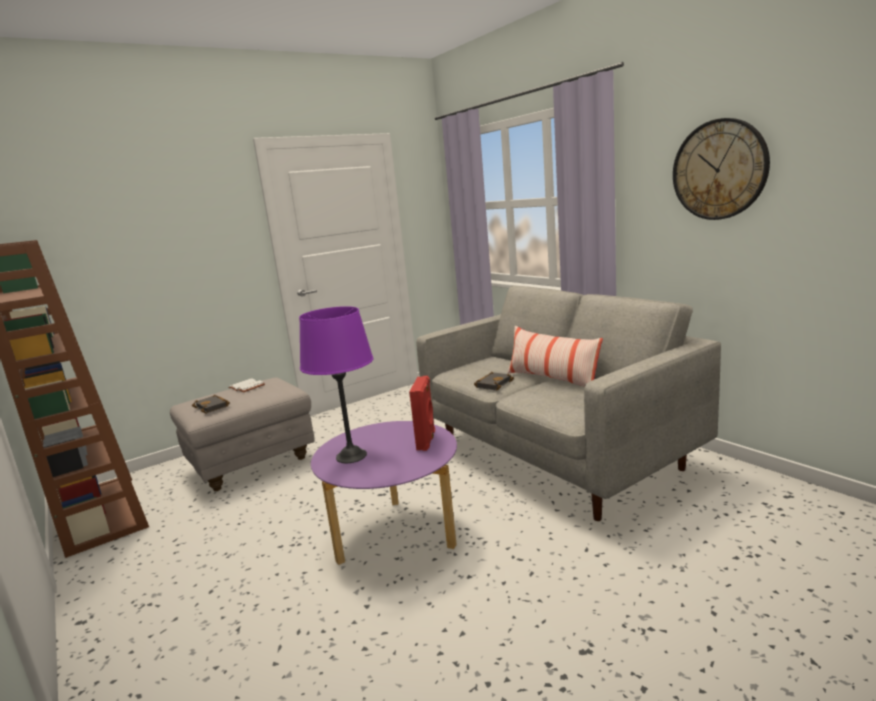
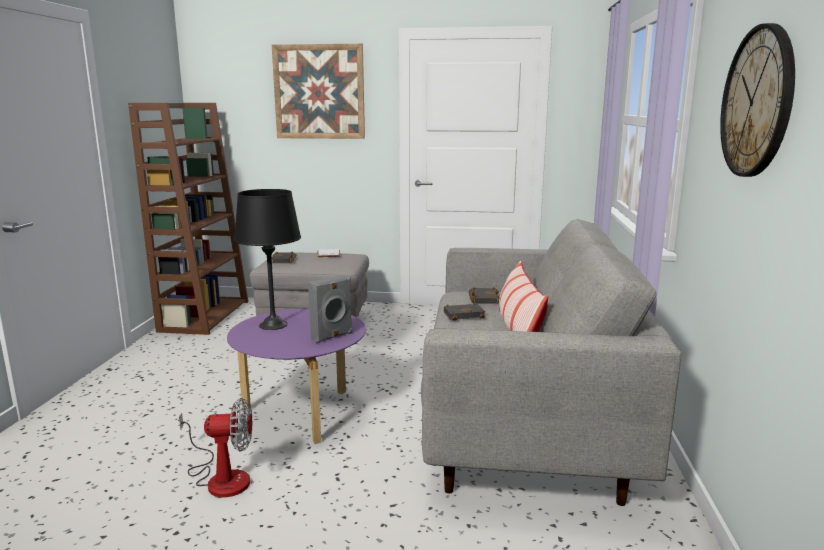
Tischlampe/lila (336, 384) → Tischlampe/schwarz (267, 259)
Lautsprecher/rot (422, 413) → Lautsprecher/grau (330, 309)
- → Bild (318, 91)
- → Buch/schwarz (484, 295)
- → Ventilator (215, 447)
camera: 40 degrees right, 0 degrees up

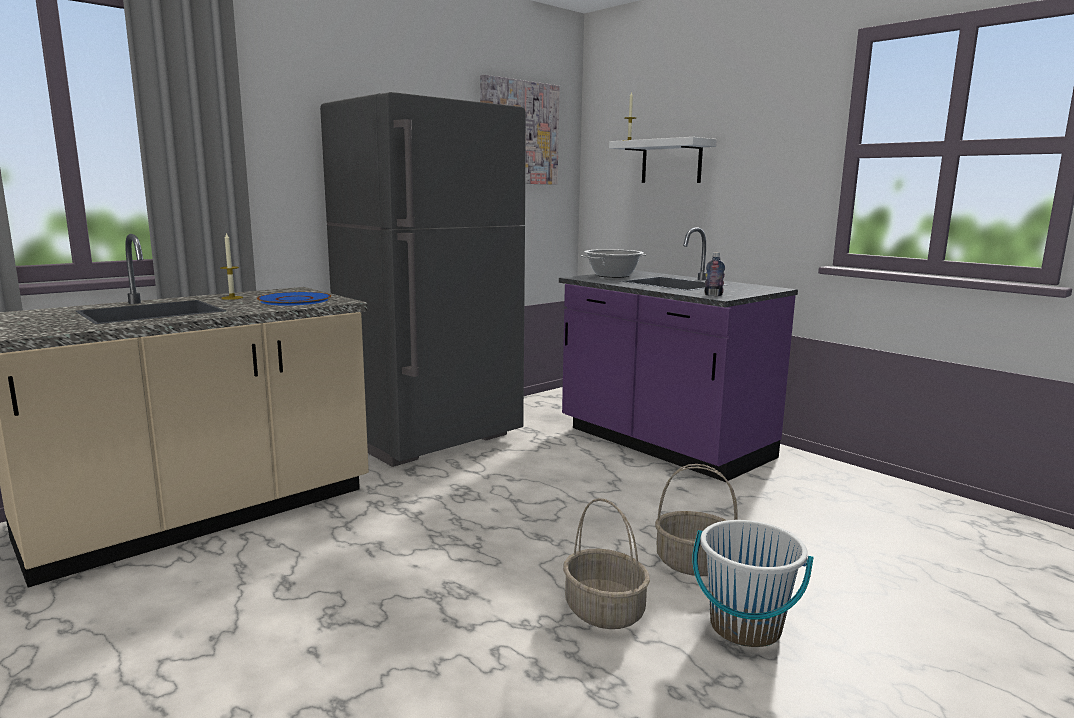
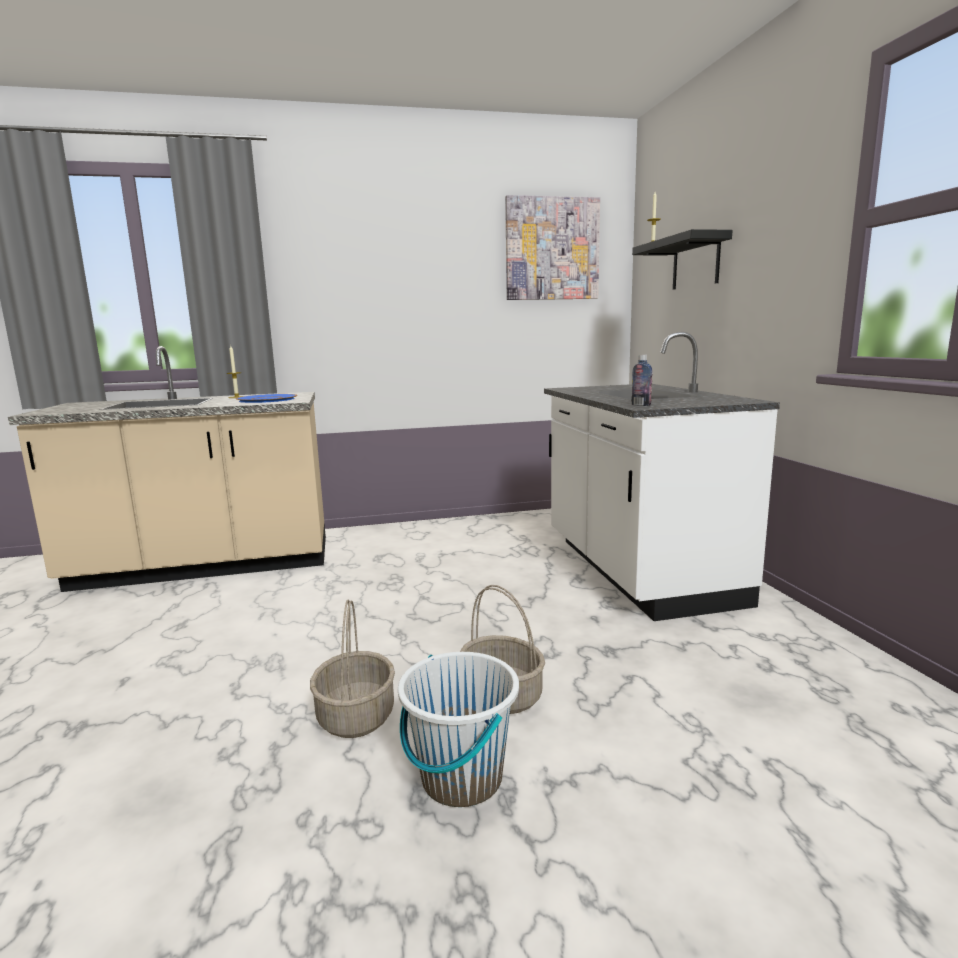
Kühlschrank/grau (423, 279) → -
Wandregal/weiß (663, 160) → Wandregal/schwarz (682, 259)
Küchenzeile/lila (678, 354) → Küchenzeile/weiß (662, 476)
Kochtopf (613, 263) → -
camera: 30 degrees right, 0 degrees up

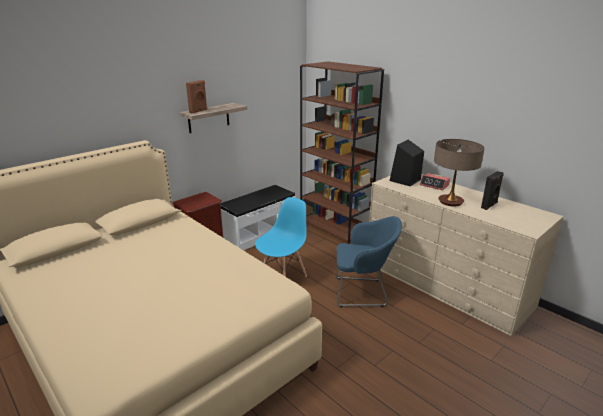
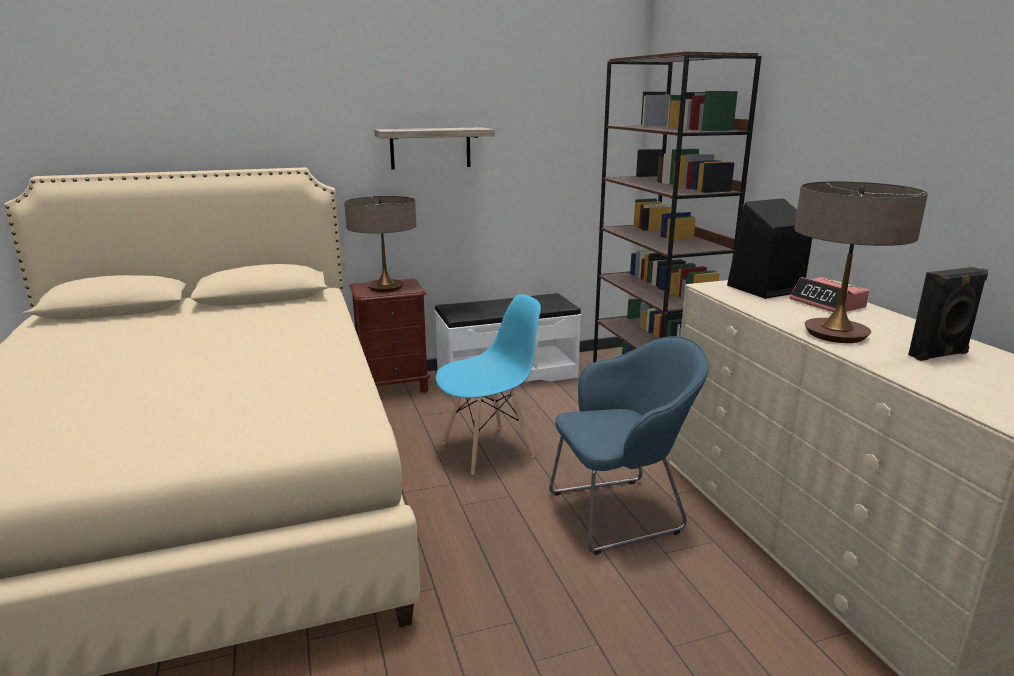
Lautsprecher/braun (196, 97) → -
Sessel/blau (369, 261) → Sessel/blau (629, 445), 45 degrees counterclockwise
- → Tischlampe (380, 244)
camera: 25 degrees right, 5 degrees down

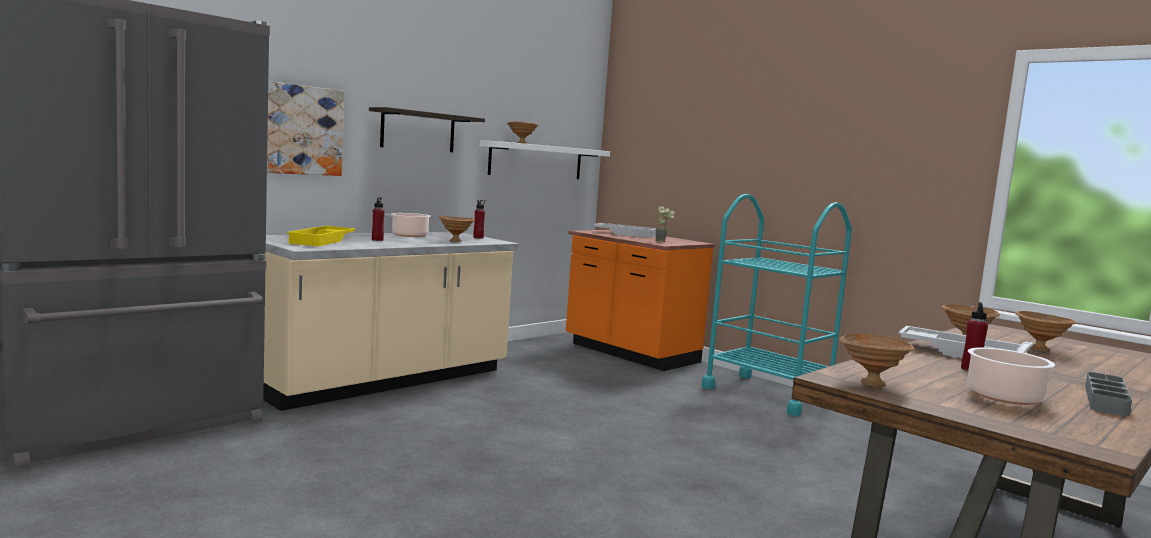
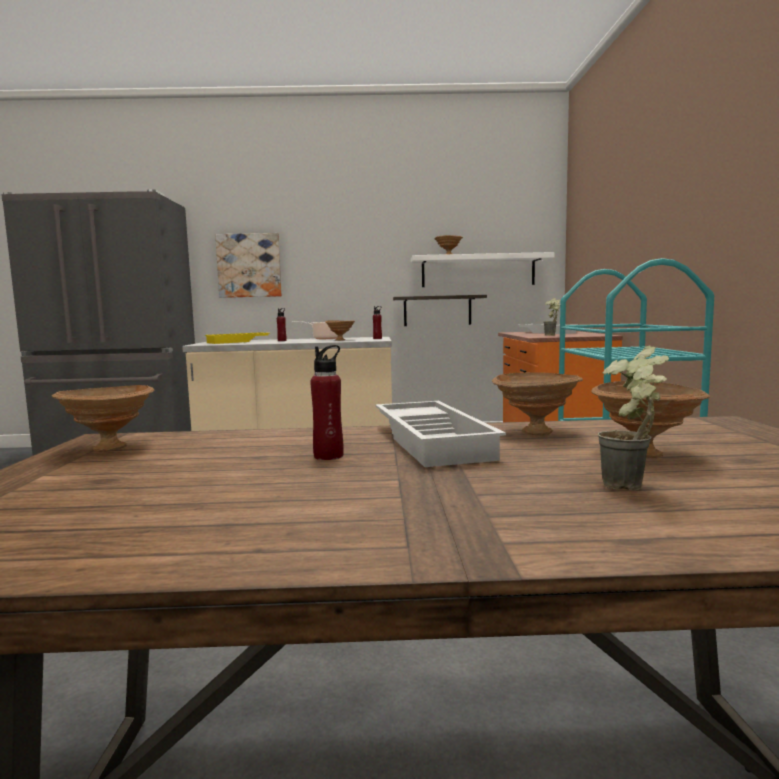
Wandregal (427, 129) → Wandregal (440, 310), moved
Kochtopf (1011, 373) → -
Tablett/grau (1108, 394) → -
- → Topfpflanze (633, 418)
camera: 45 degrees right, 0 degrees up

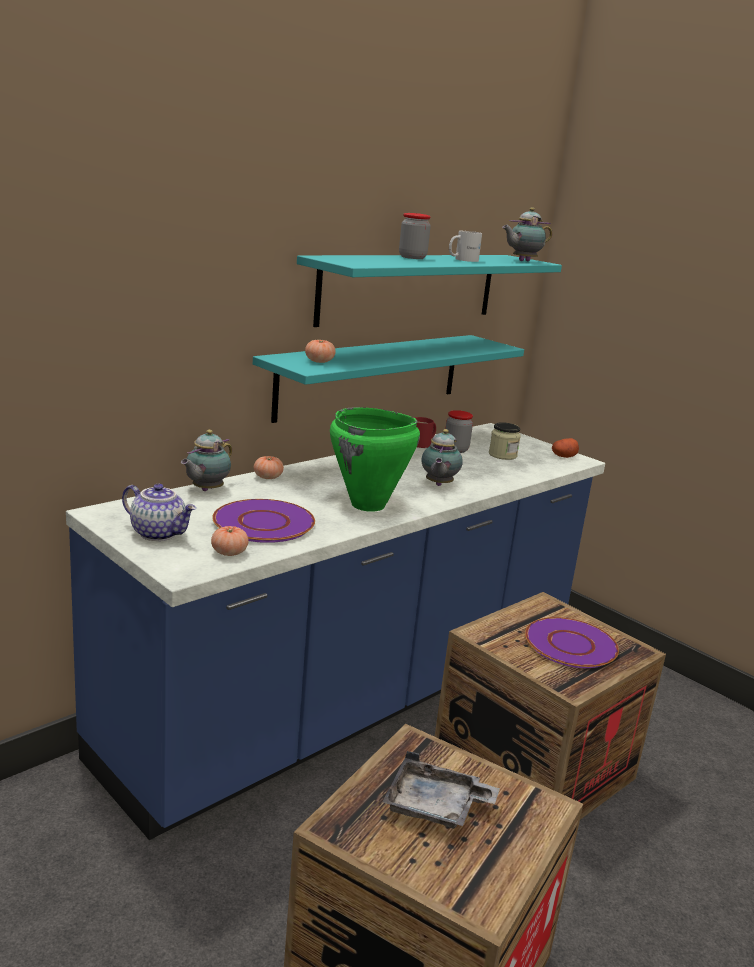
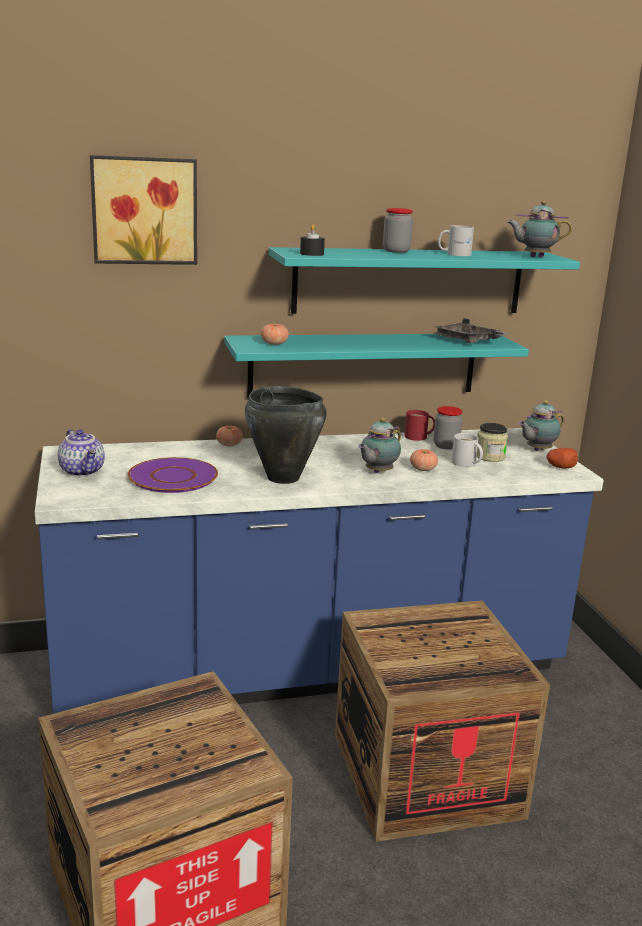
Kochtopf/grün (375, 459) → Kochtopf/schwarz (286, 435)
Teekanne (206, 460) → Teekanne (541, 425), moved
Tomate (230, 541) → Tomate (424, 460), moved
Teller/lila (572, 642) → -
Tablett/grau (441, 790) → Tablett/grau (472, 331), moved
- → Bild (143, 210)
- → Kerze/schwarz (312, 240)
- → Henkelbecher/weiß (467, 450)
camera: 30 degrees right, 0 degrees up

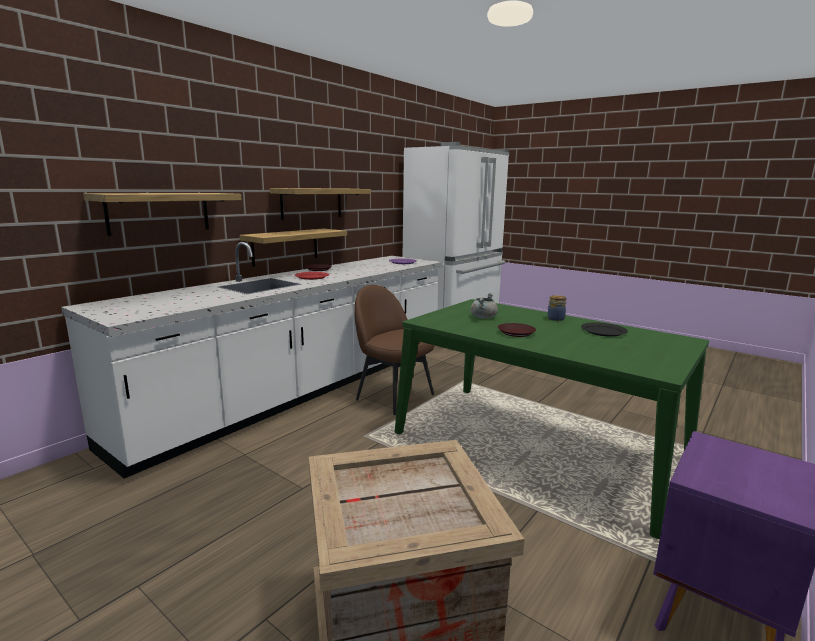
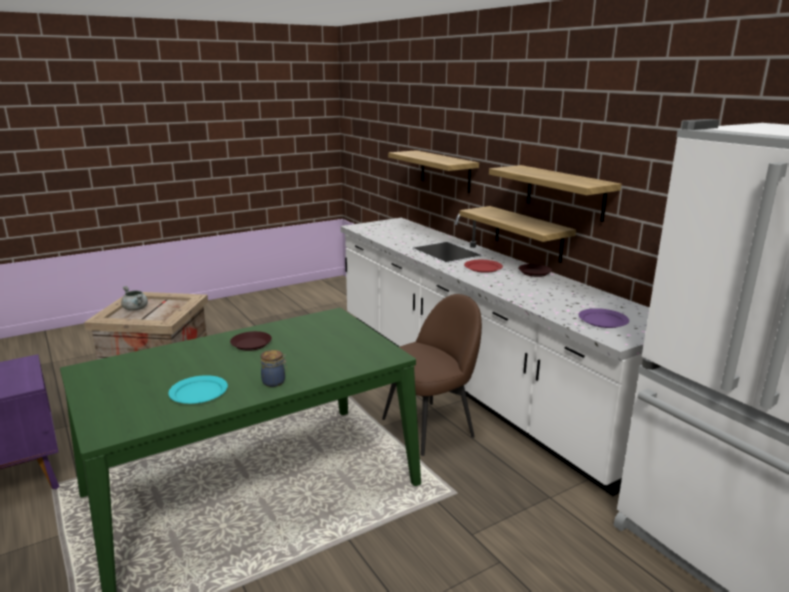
Kochtopf/grau (484, 305) → Kochtopf/grau (134, 298), moved
Teller/schwarz (604, 329) → Teller/türkis (198, 389)
camera: 110 degrees right, 5 degrees up

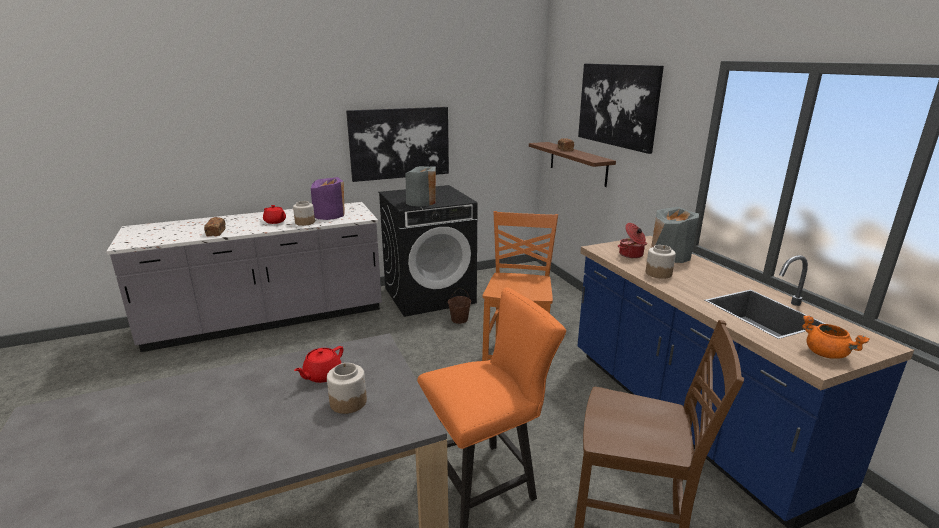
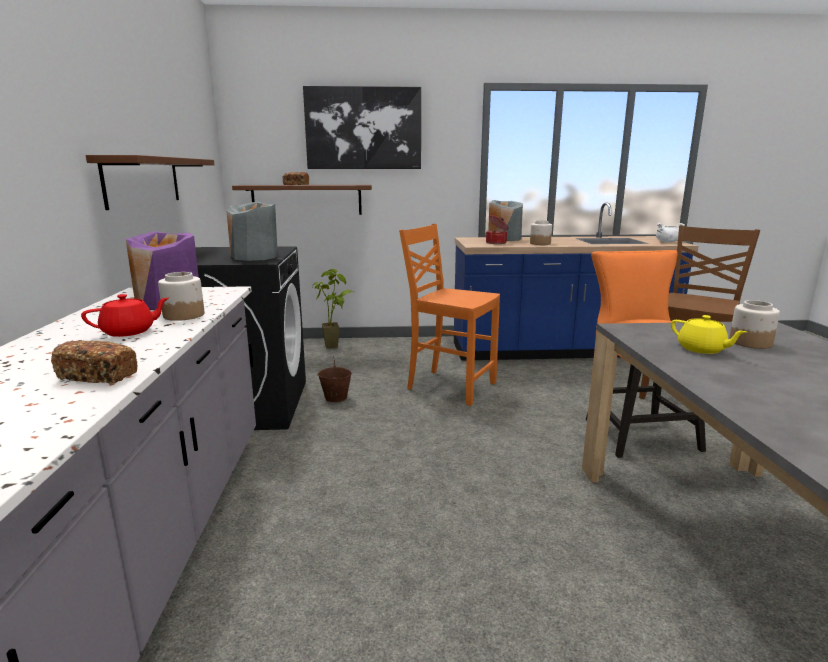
Bild (397, 144) → Wandregal/braun (150, 182)
Kochtopf/orange (836, 337) → Kochtopf/weiß (670, 232)
Teekanne/rot (318, 364) → Teekanne/gelb (709, 334)
- → Topfpflanze (333, 309)
camera: 70 degrees left, 5 degrees down

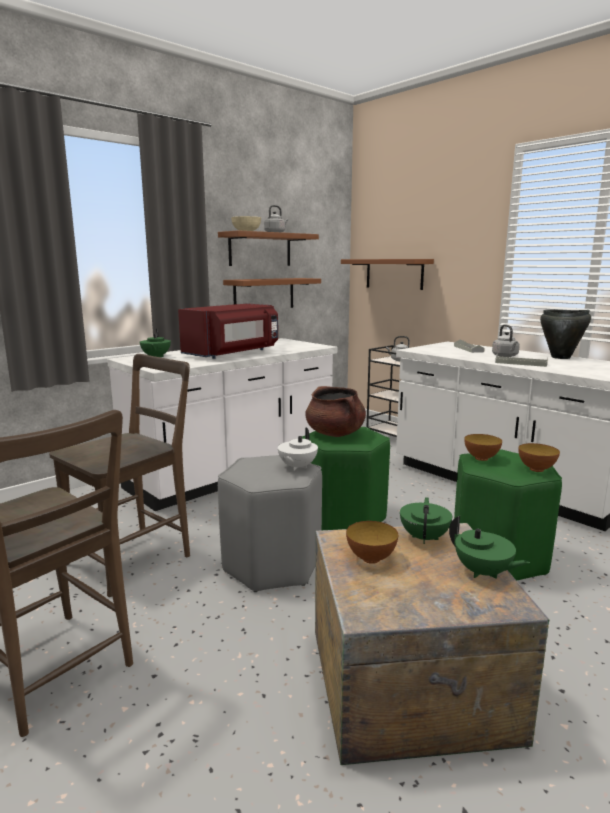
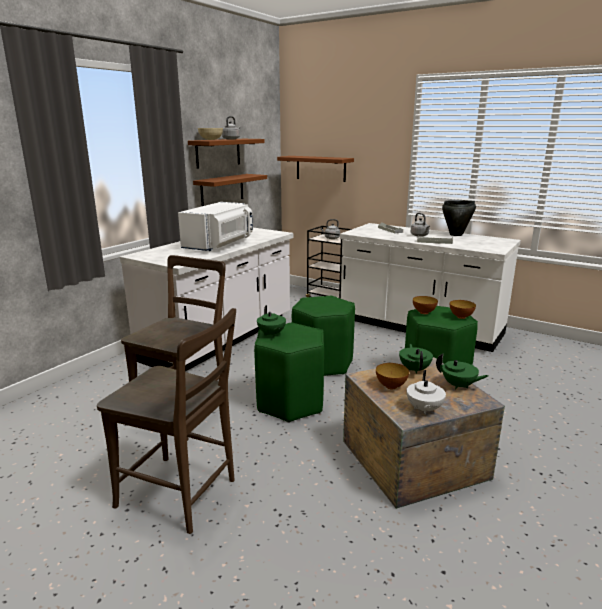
Mikrowelle/rot (228, 331) → Mikrowelle/weiß (215, 226)
Teekanne/grün (155, 343) → Teekanne/grün (271, 321), moved
Kochtopf/braun (335, 411) → -
Teekanne/weiß (298, 449) → Teekanne/weiß (426, 392), moved
Hocker/grau (270, 523) → Hocker/grün (289, 373)
camera: 15 degrees left, 5 degrees up

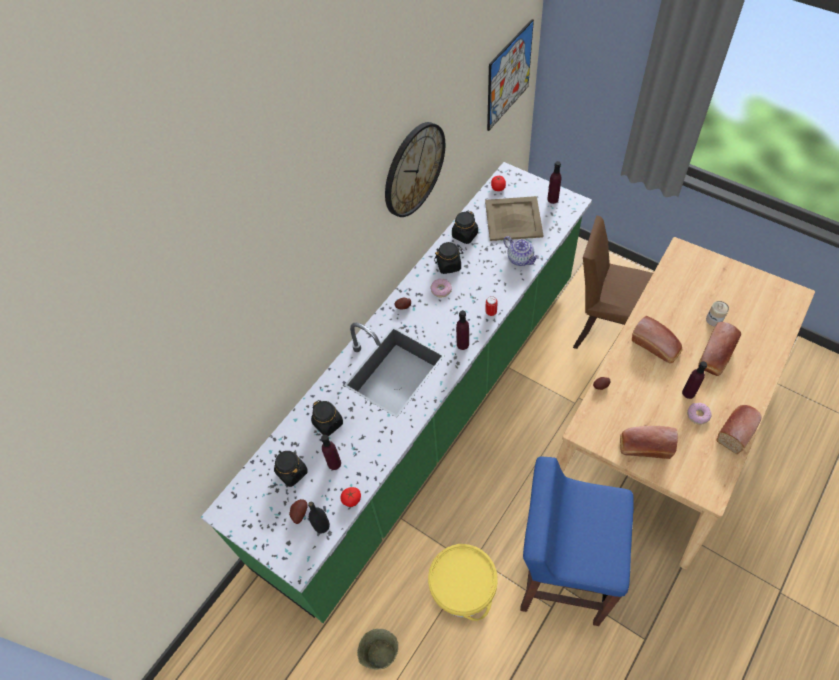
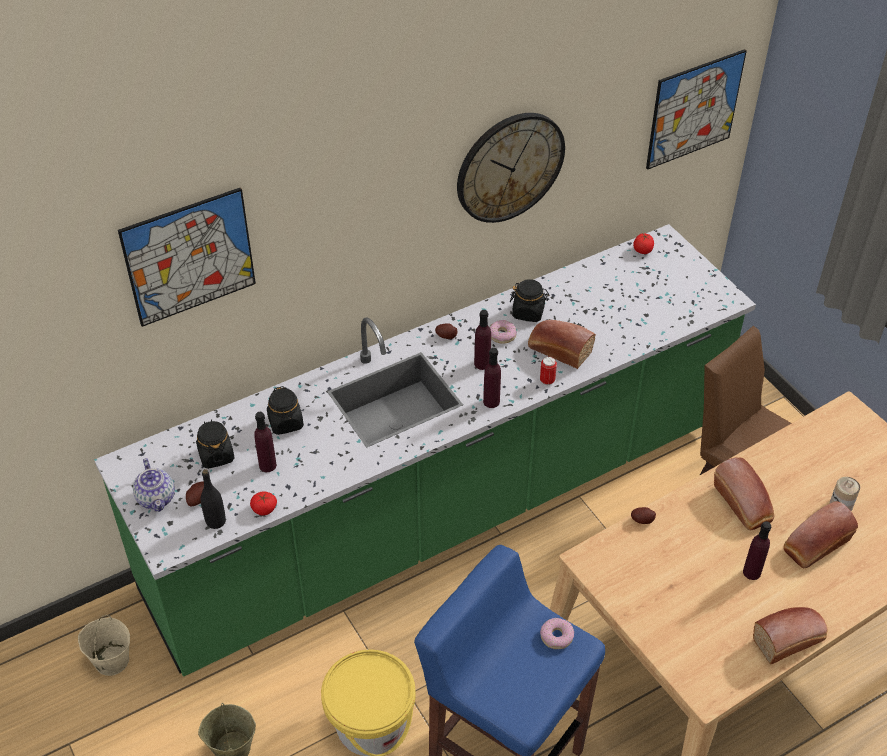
Flasche/lila (554, 182) → Flasche/lila (482, 340), moved
Tablett/beige (514, 218) → -
Vorratsglas/schwarz (465, 227) → -
Teekanne (521, 251) → Teekanne (154, 485), moved
Donut (699, 414) → Donut (557, 633), moved
Brot (649, 442) → Brot (562, 344), moved
- → Bild (187, 257)
- → Eimer/beige (104, 645)
camera: 20 degrees right, 10 degrees down

